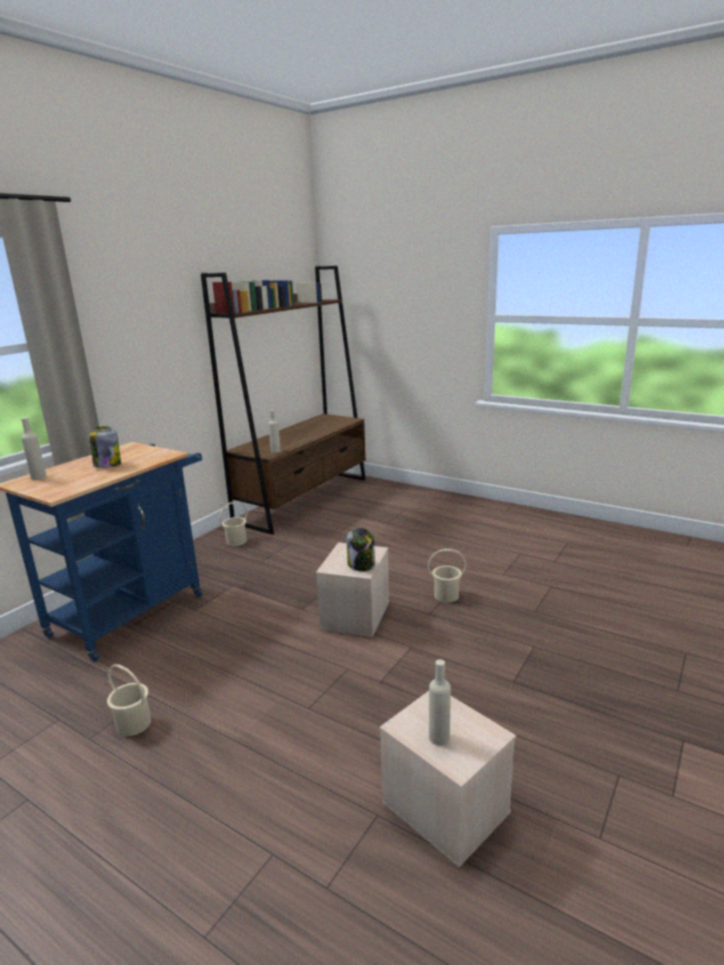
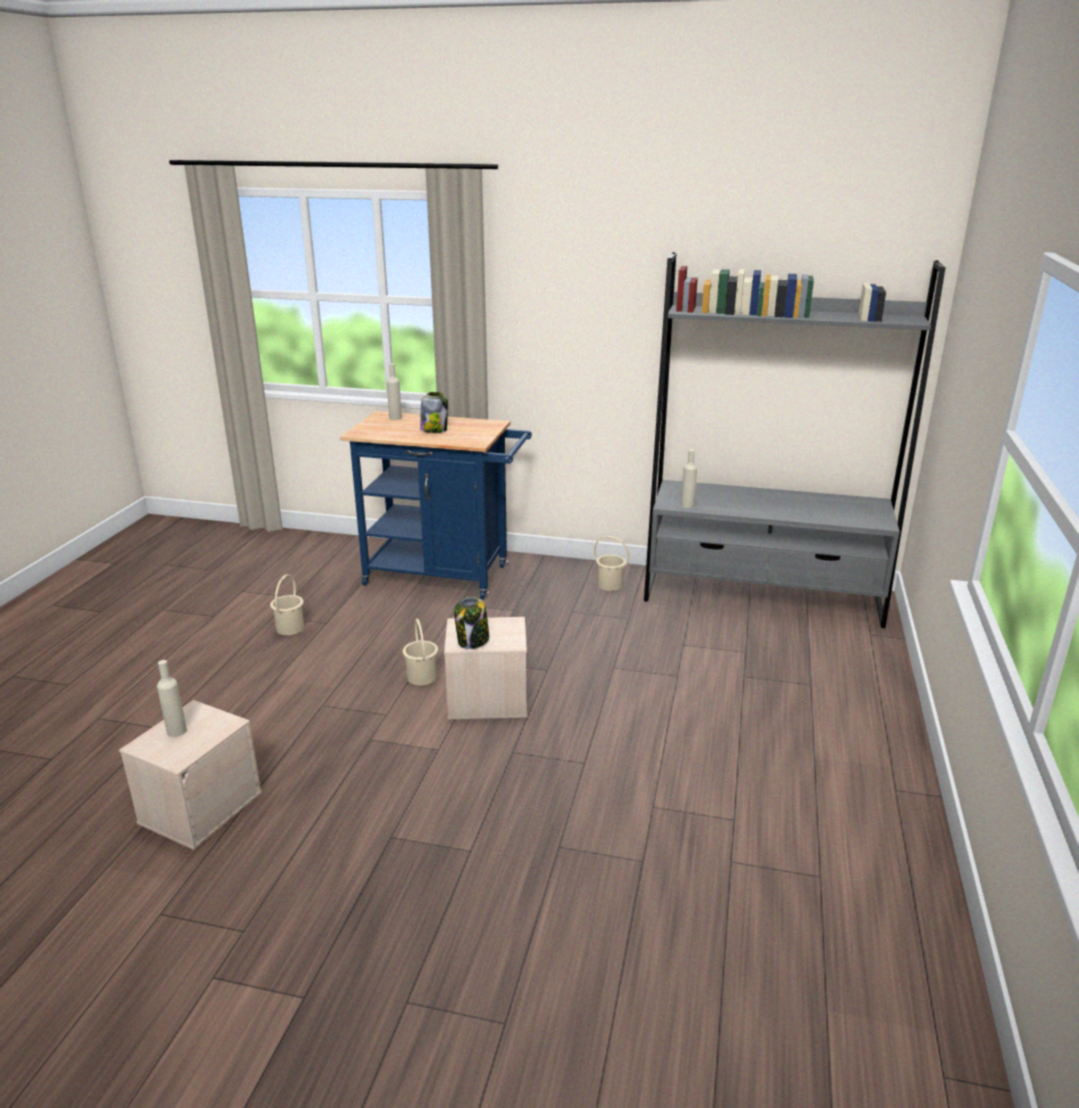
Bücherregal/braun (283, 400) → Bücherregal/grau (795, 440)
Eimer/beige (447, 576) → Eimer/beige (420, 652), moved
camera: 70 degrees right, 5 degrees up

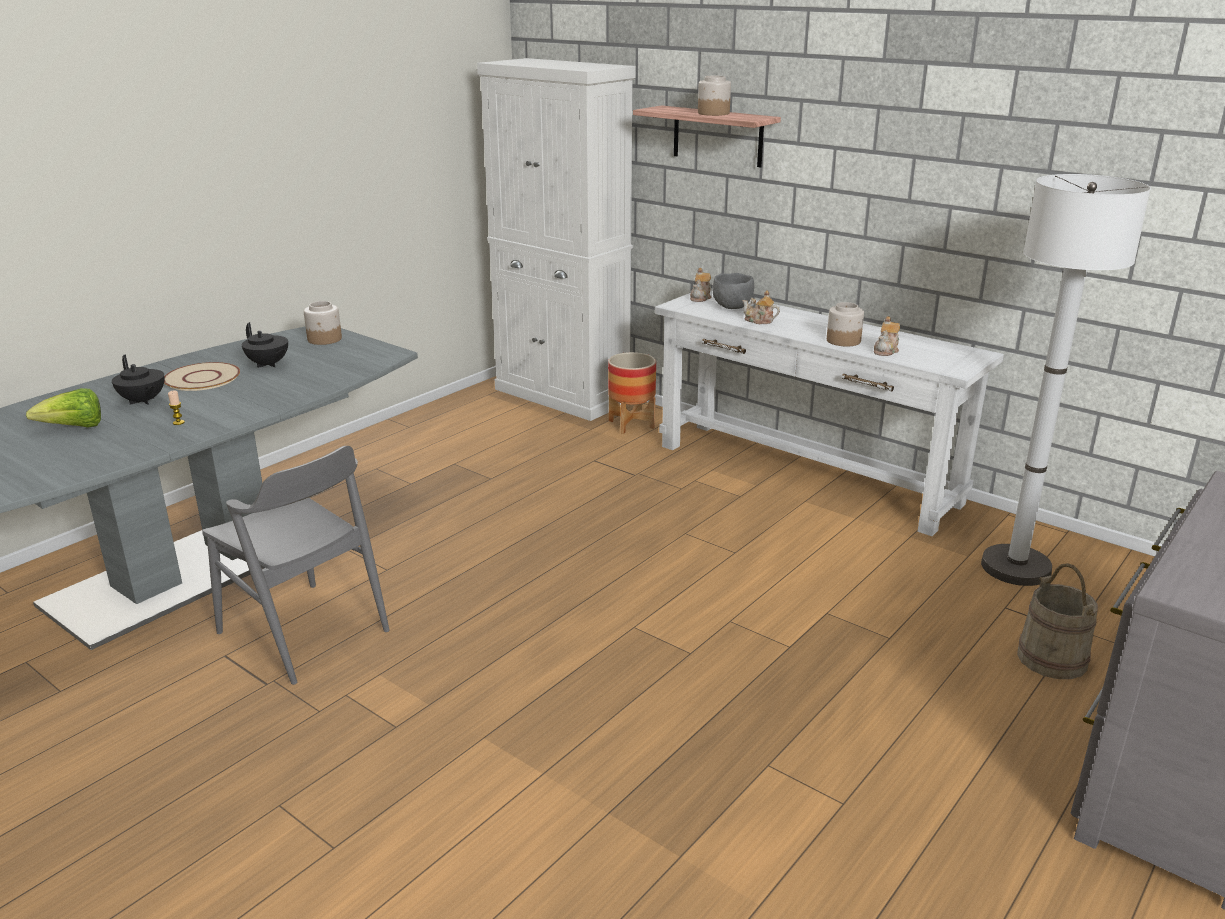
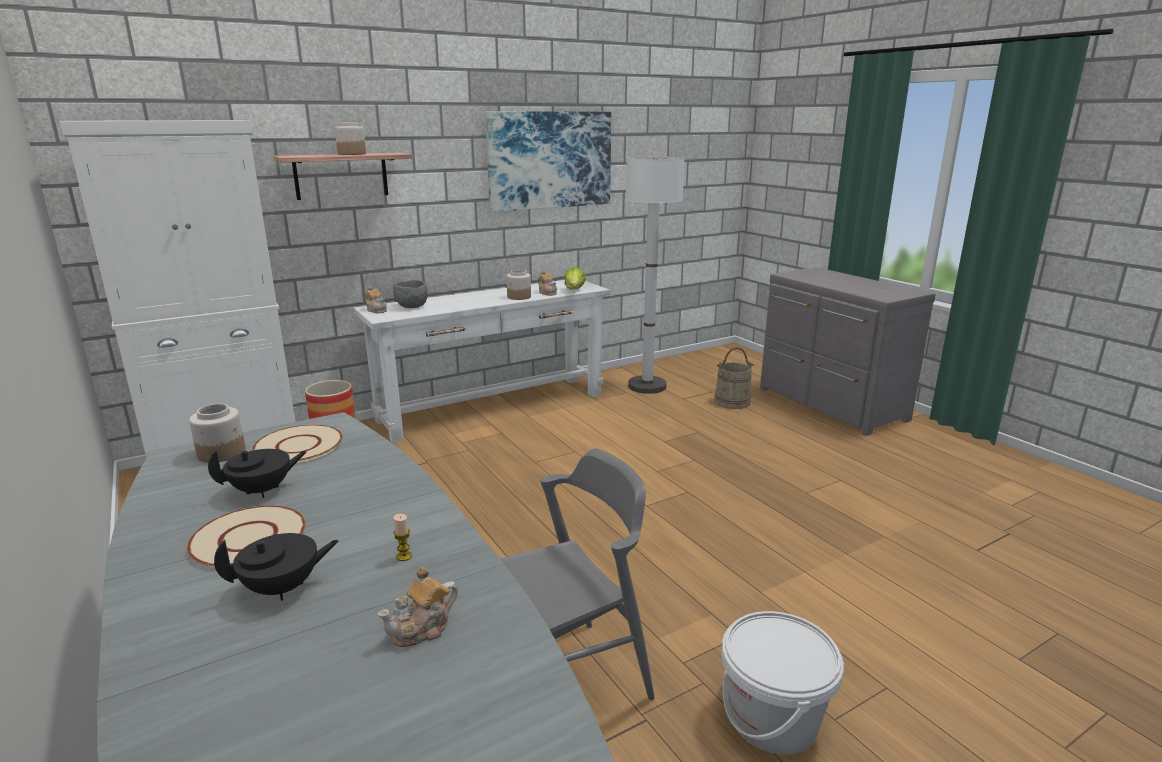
Teekanne (761, 307) → Teekanne (417, 607), moved
Salatkopf (63, 408) → Salatkopf (575, 278), moved
- → Bild (548, 161)
- → Teller/beige (297, 444)
- → Eimer/weiß (782, 682)
camera: 70 degrees left, 5 degrees down

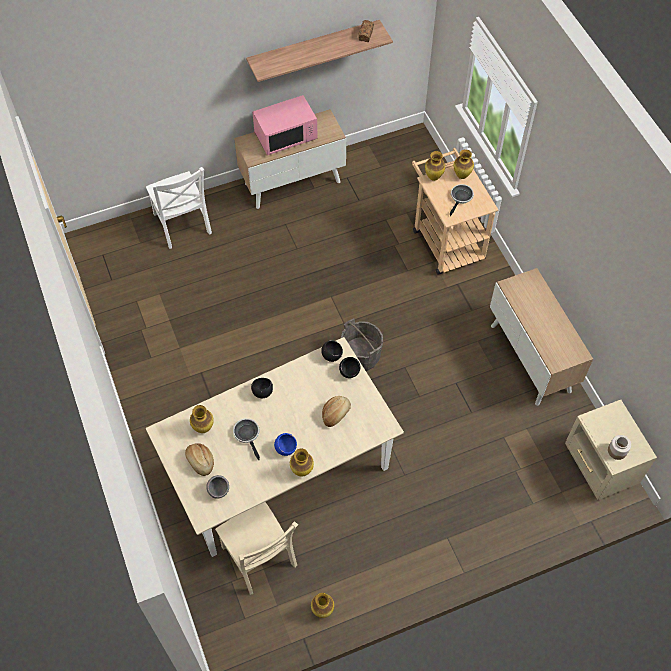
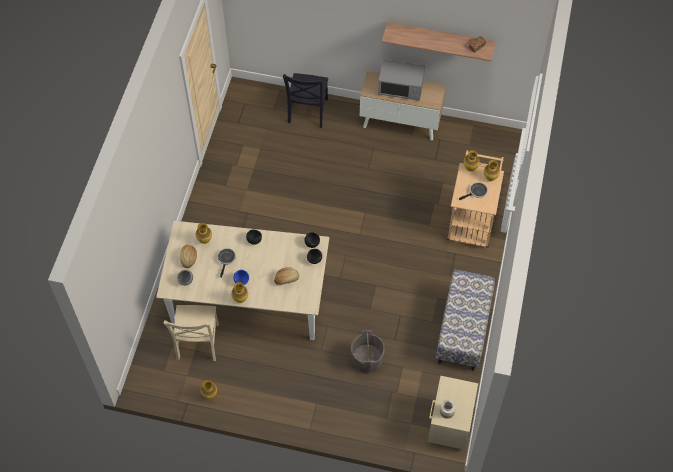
Mikrowelle/rosa (285, 125) → Mikrowelle/grau (401, 80)
Stuhl/weiß (179, 208) → Stuhl/schwarz (305, 100)
Schrank (541, 337) → Bank (465, 320)
Eimer/grau (362, 344) → Eimer/grau (368, 351), moved
camera: 35 degrees right, 0 degrees up

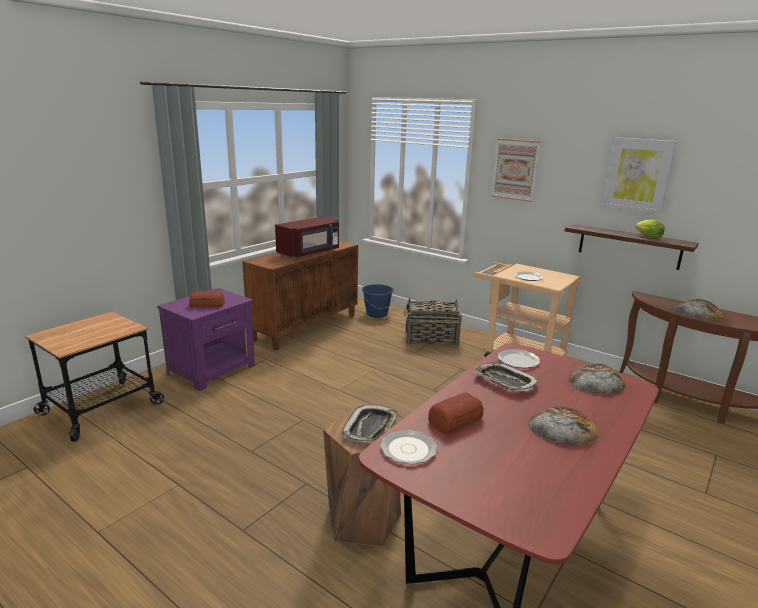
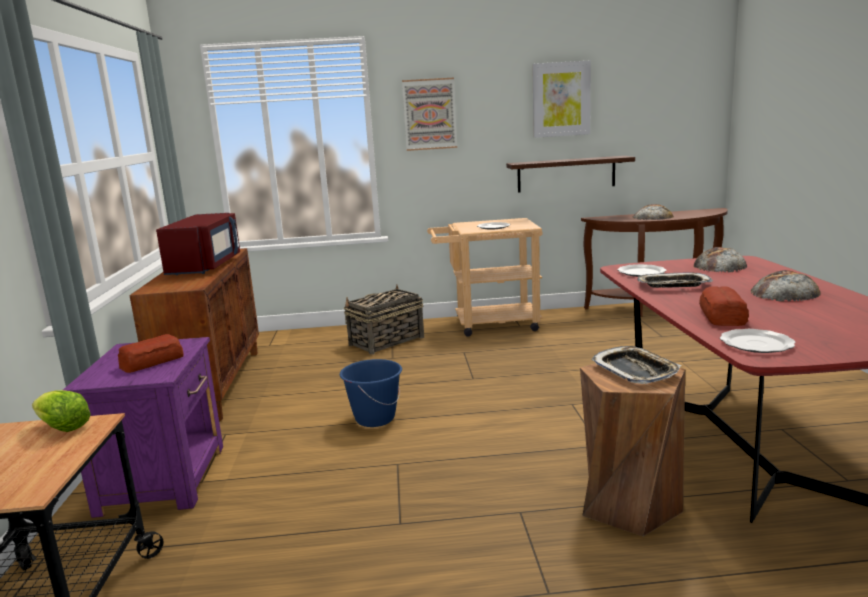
Salatkopf (650, 229) → Salatkopf (61, 411), moved
Eimer/blau (378, 301) → Eimer/blau (371, 393), moved
camera: 40 degrees left, 5 degrees down

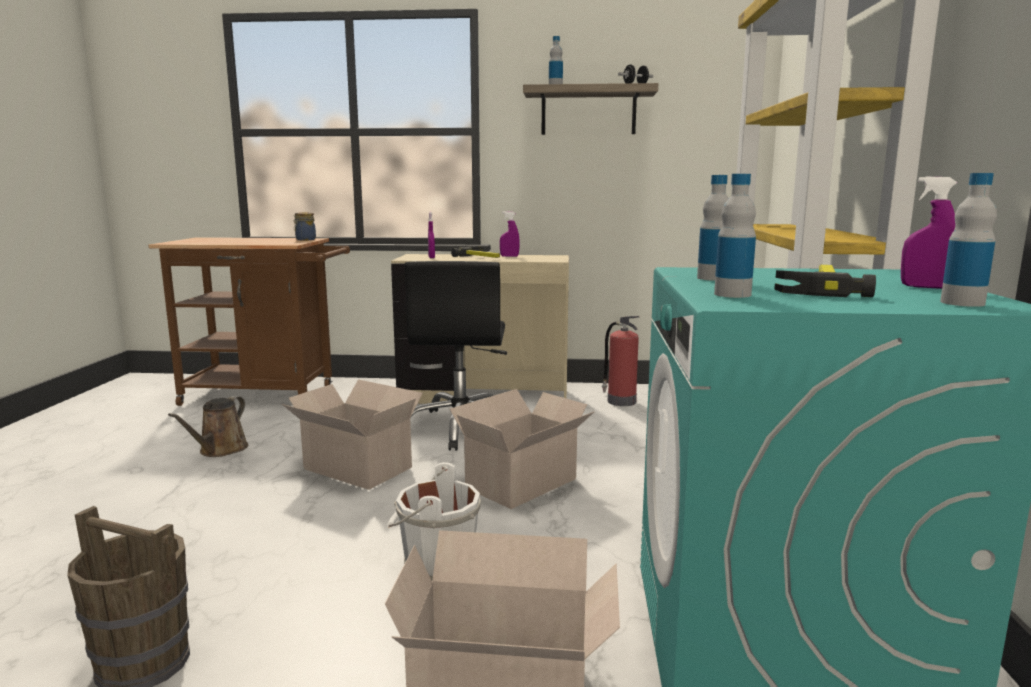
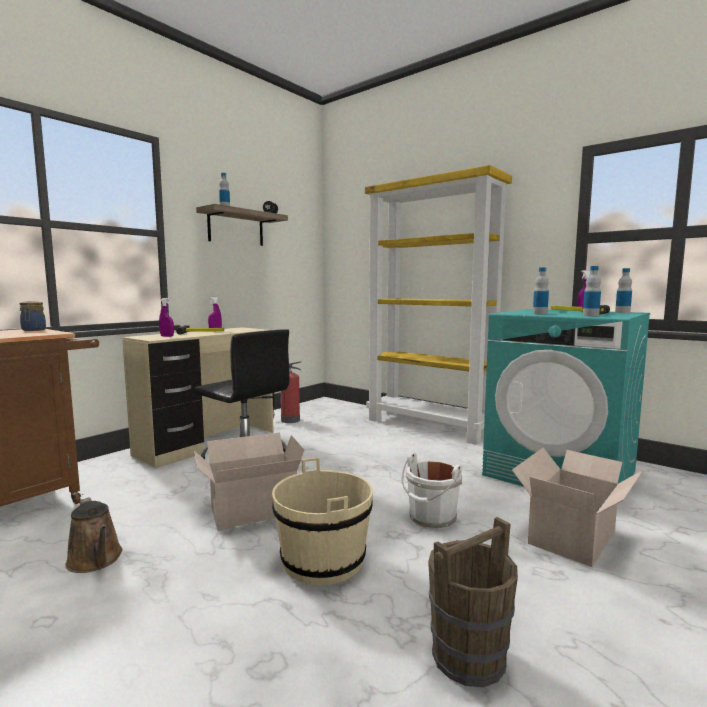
Karton (522, 449) → -
- → Eimer/beige (322, 521)
camera: 55 degrees left, 5 degrees down

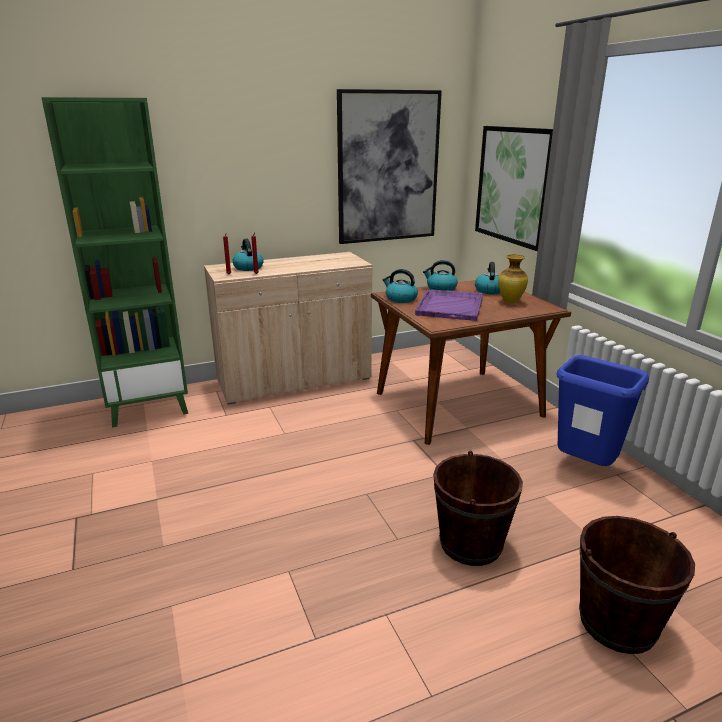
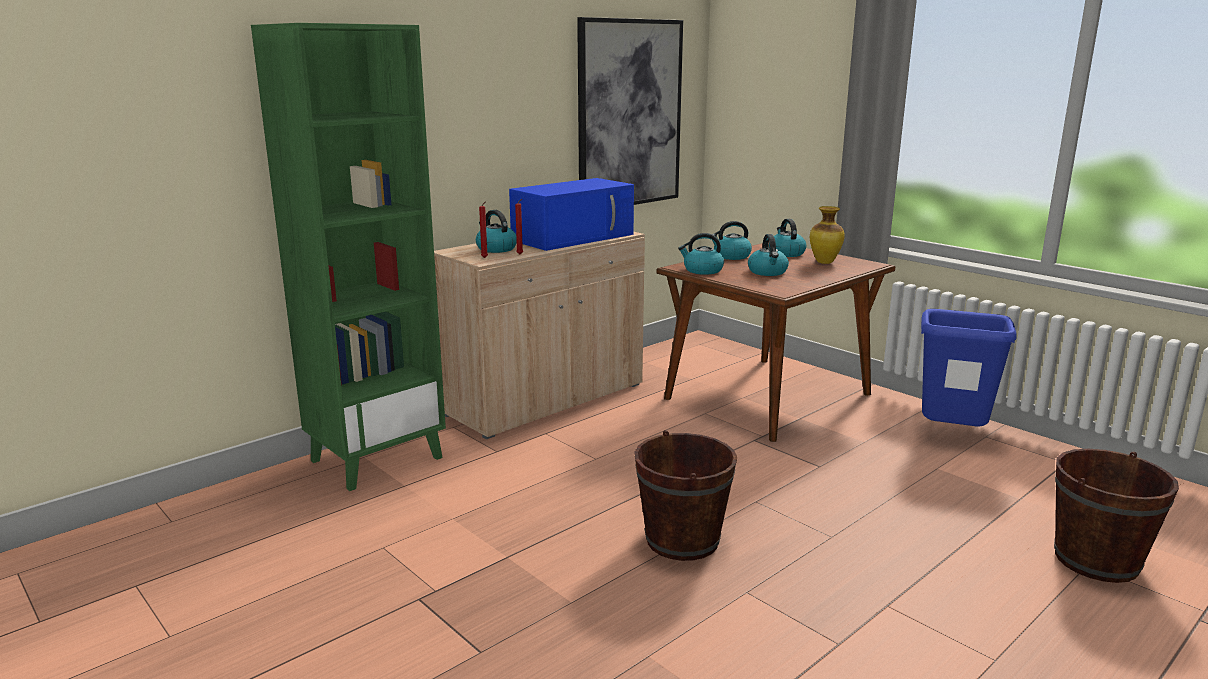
Bild (514, 188) → -
Tablett/lila (449, 305) → Wasserkessel (768, 255)
Eimer/braun (478, 508) → Eimer/braun (685, 495), moved
- → Mikrowelle/blau (571, 214)
camera: 20 degrees left, 5 degrees down

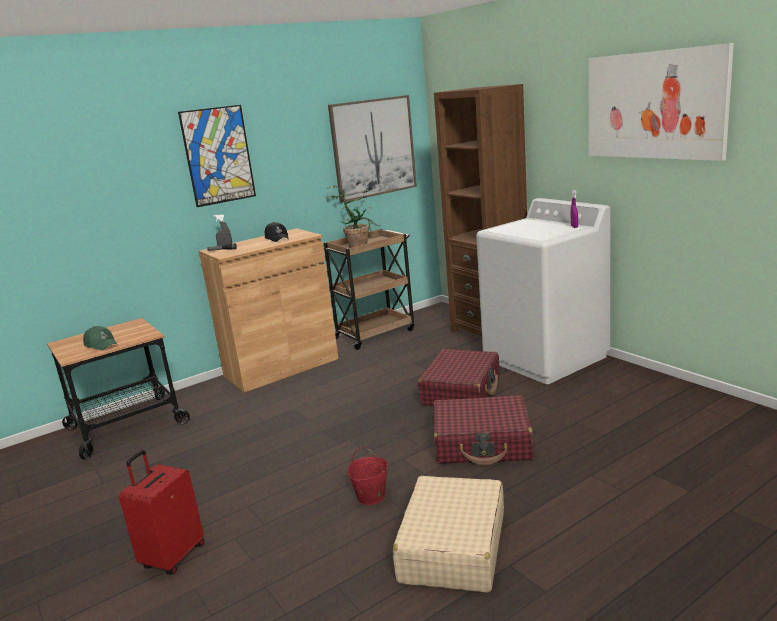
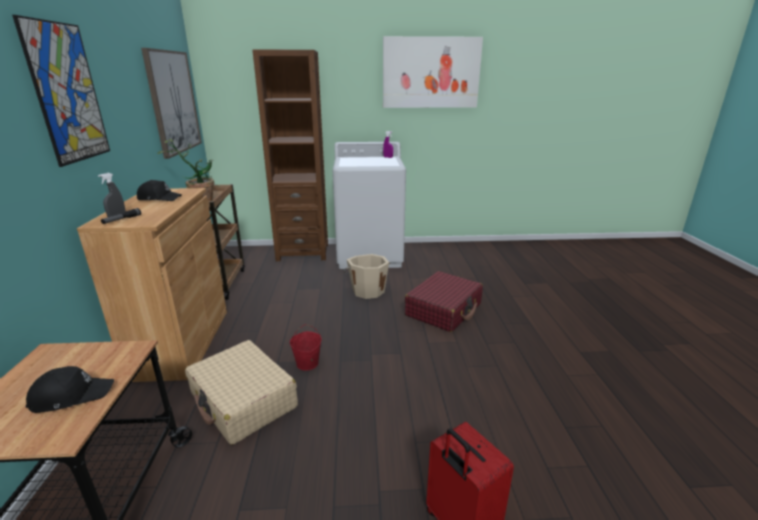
Kappe/grün (100, 338) → Kappe/schwarz (70, 389)
Koffer/rot (459, 378) → Eimer/beige (367, 276)
Eimer/rot (368, 476) → Eimer/rot (306, 347), moved
Koffer/beige (448, 534) → Koffer/beige (241, 392), moved
camera: 60 degrees left, 5 degrees up

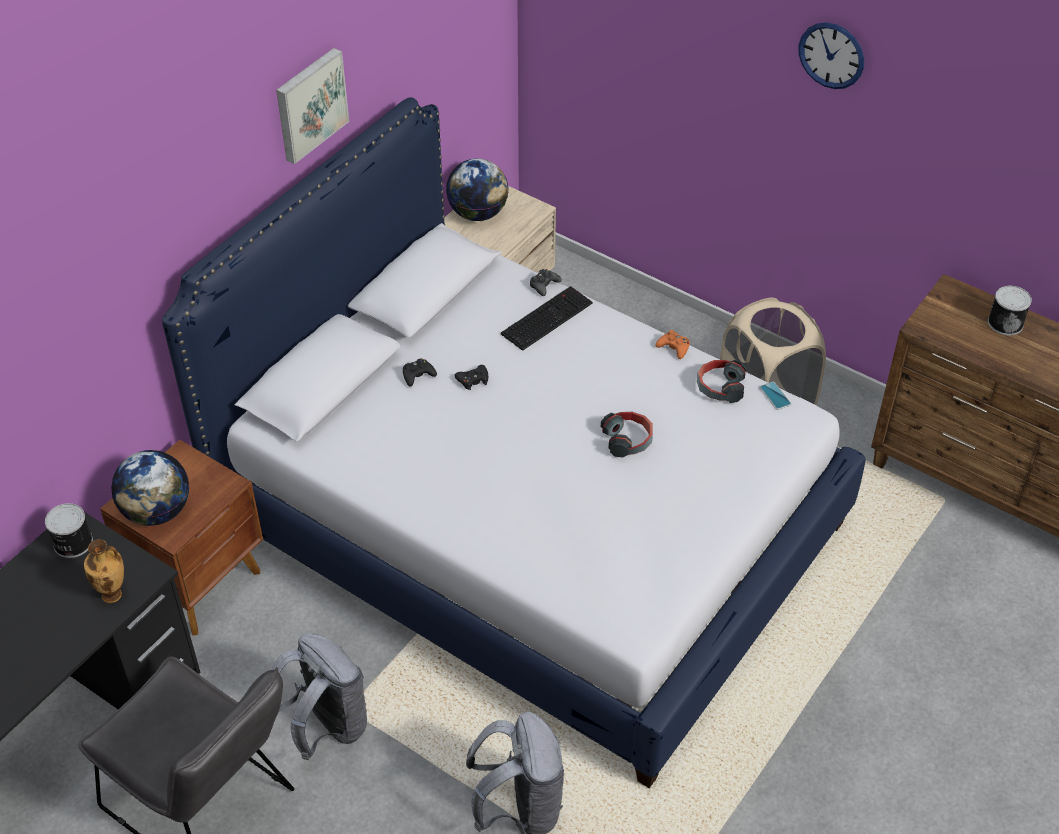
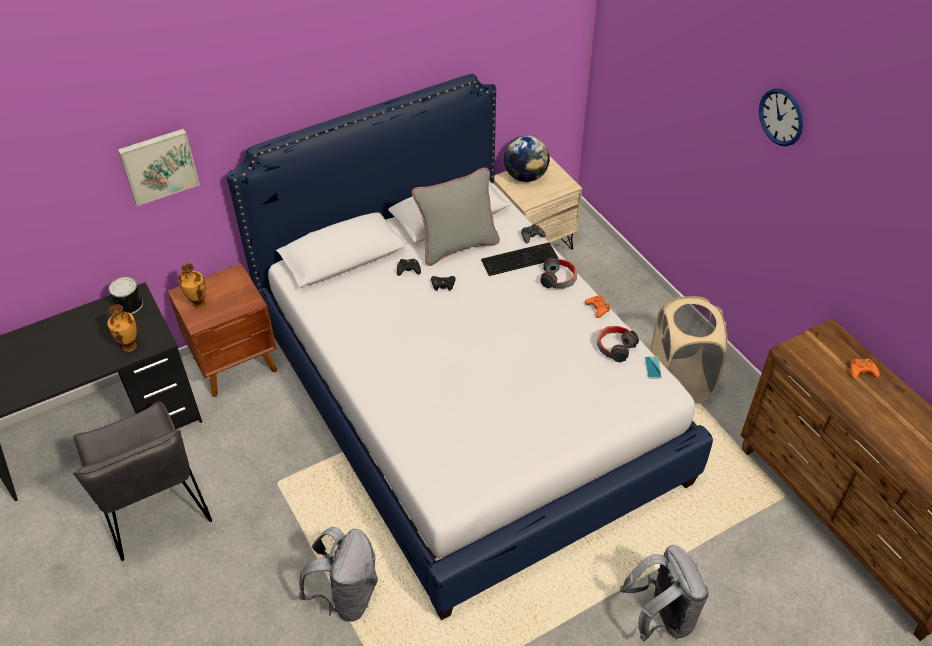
Bild (312, 106) → Bild (159, 167), moved
Dose (1010, 310) → Gamepad/orange (865, 368)
Kopfhörer (627, 435) → Kopfhörer (558, 273), moved
Globus (150, 488) → Vase (192, 286)
Rucksack/grau (319, 696) → Rucksack/grau (664, 593), moved
- → Kissen/grau (456, 217)
camera: 25 degrees right, 0 degrees up

